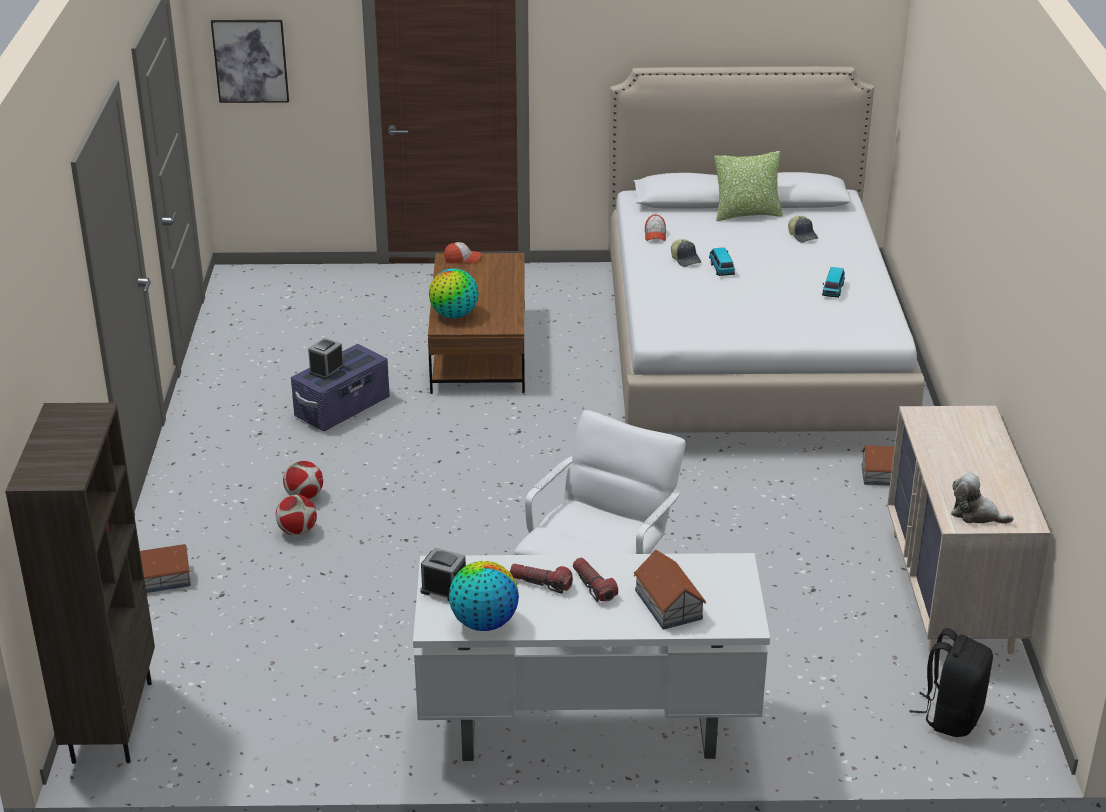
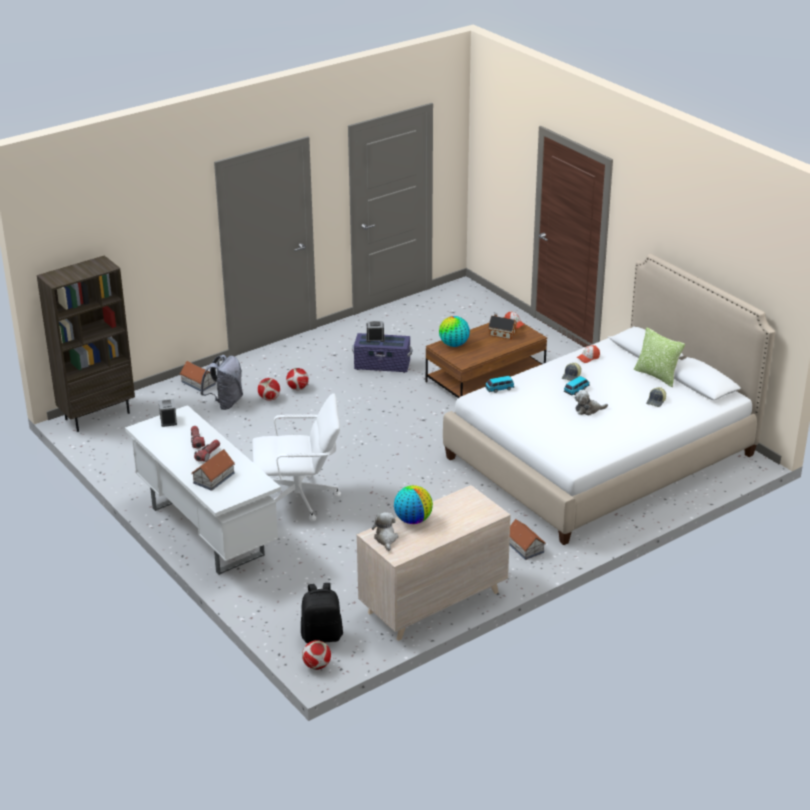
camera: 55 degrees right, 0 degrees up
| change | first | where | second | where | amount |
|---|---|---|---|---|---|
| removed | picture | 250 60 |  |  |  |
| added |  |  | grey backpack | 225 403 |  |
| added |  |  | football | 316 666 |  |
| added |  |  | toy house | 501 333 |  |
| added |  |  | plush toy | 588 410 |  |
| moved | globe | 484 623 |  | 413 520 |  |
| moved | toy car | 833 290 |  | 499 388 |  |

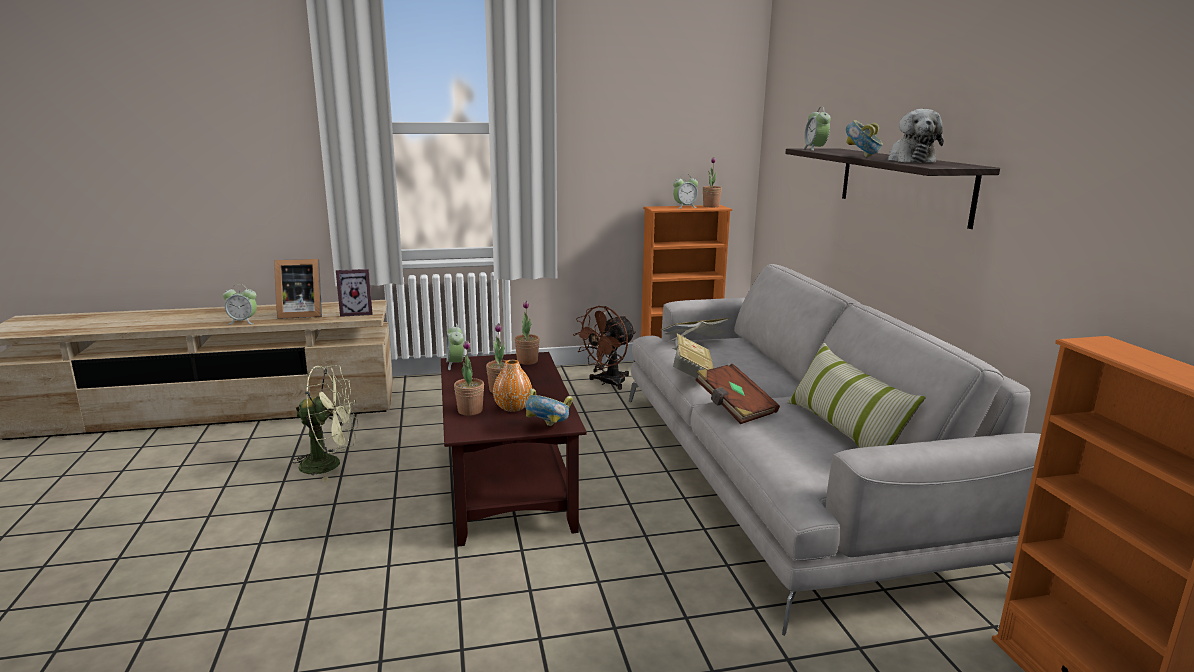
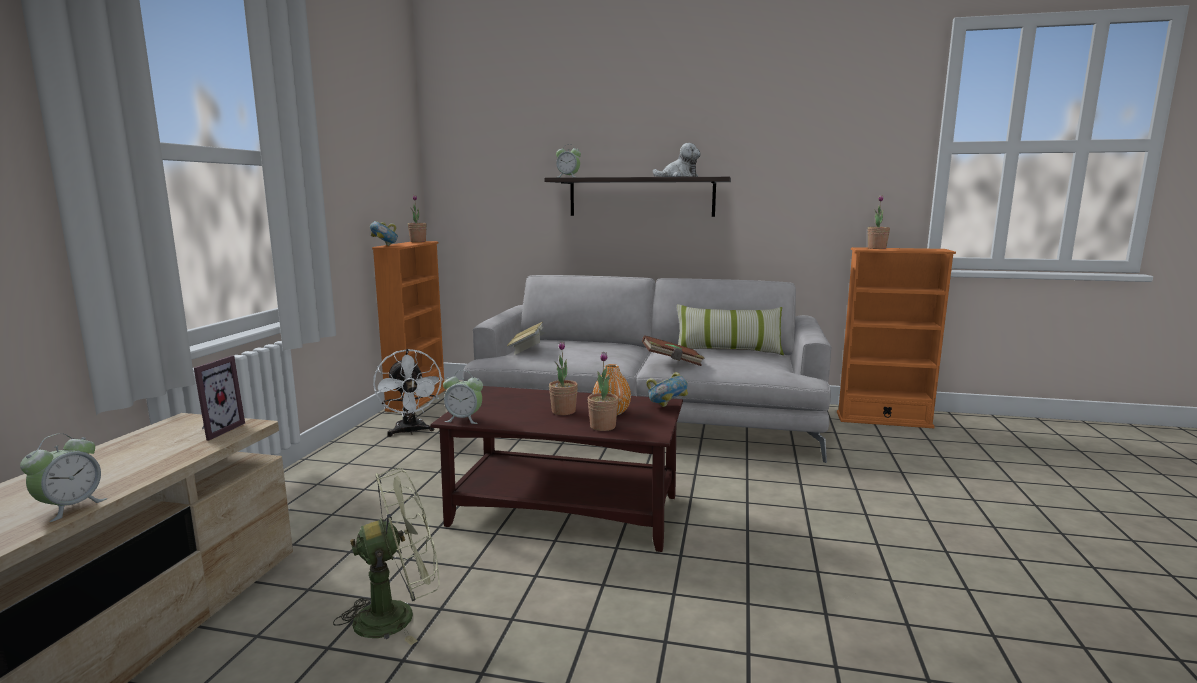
camera: 65 degrees left, 5 degrees down
| change | first | where | second | where | amount |
|---|---|---|---|---|---|
| removed | picture frame | 300 314 |  |  |  |
| removed | alarm clock | 684 207 |  |  |  |
| removed | book | 691 372 |  |  |  |
| moved | potted plant | 527 361 |  | 876 248 |  |
| moved | bowl | 862 157 |  | 385 246 |  |
| recoloured | brown fan | 607 383 | white fan | 410 432 |  |
| turned | green fan | 330 464 |  | 397 615 | 45 degrees clockwise |

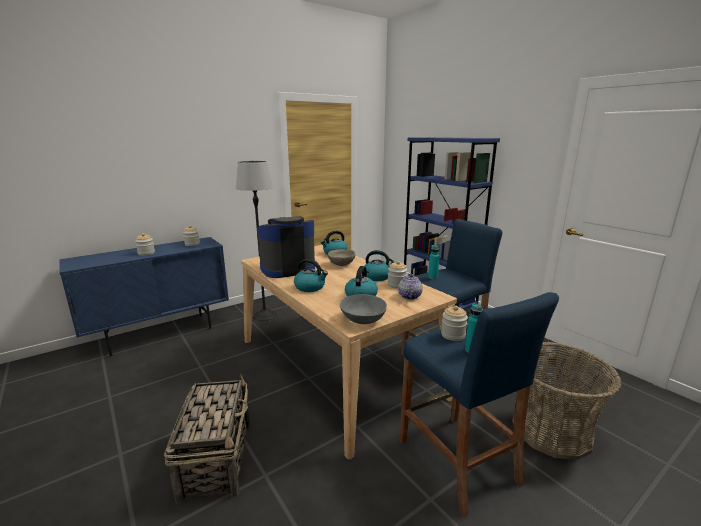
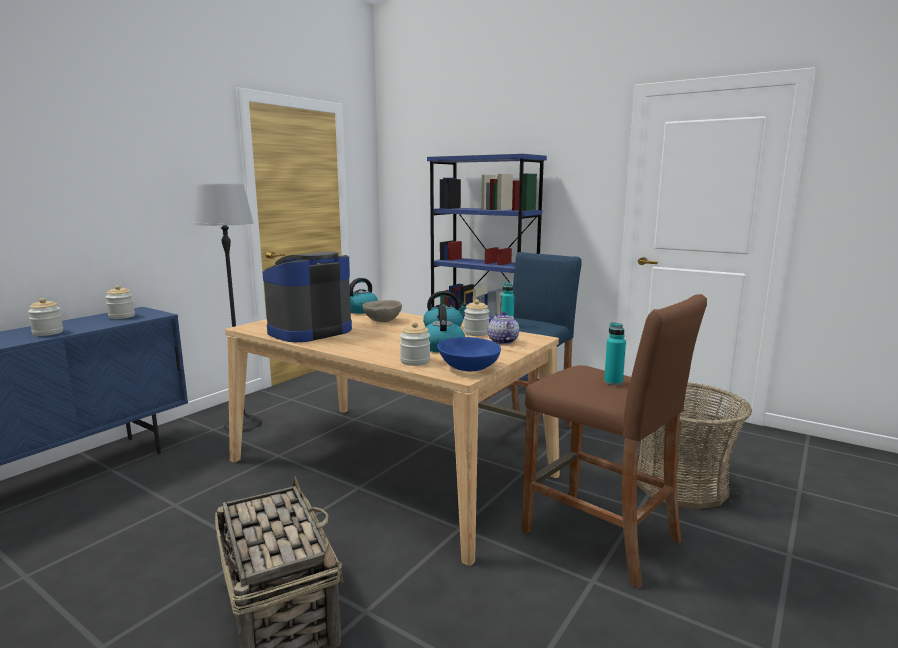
camera: 20 degrees left, 5 degrees down
| change | first | where | second | where | amount |
|---|---|---|---|---|---|
| removed | kettle | 310 287 |  |  |  |
| moved | jar | 453 335 |  | 415 361 |  |
| recoloured | grey bowl | 362 319 | blue bowl | 468 368 |  |
| recoloured | blue stool | 457 461 | brown stool | 599 536 |  |

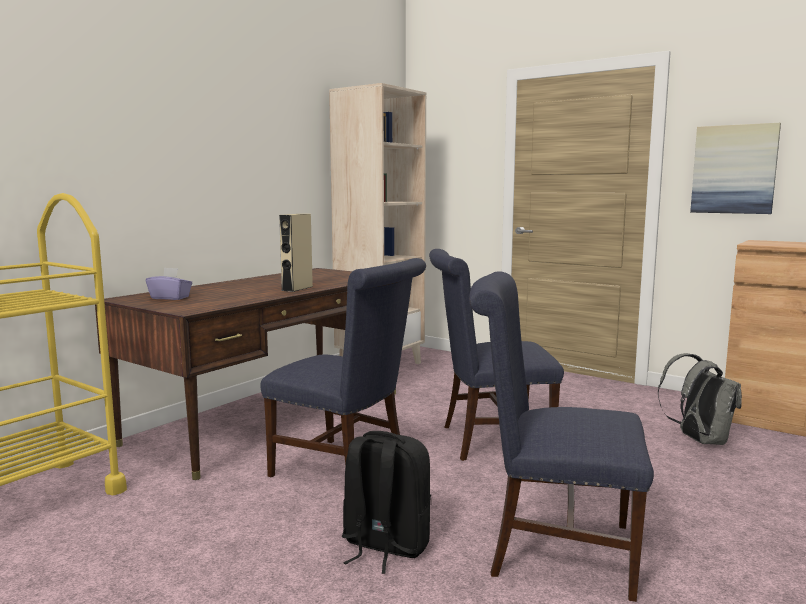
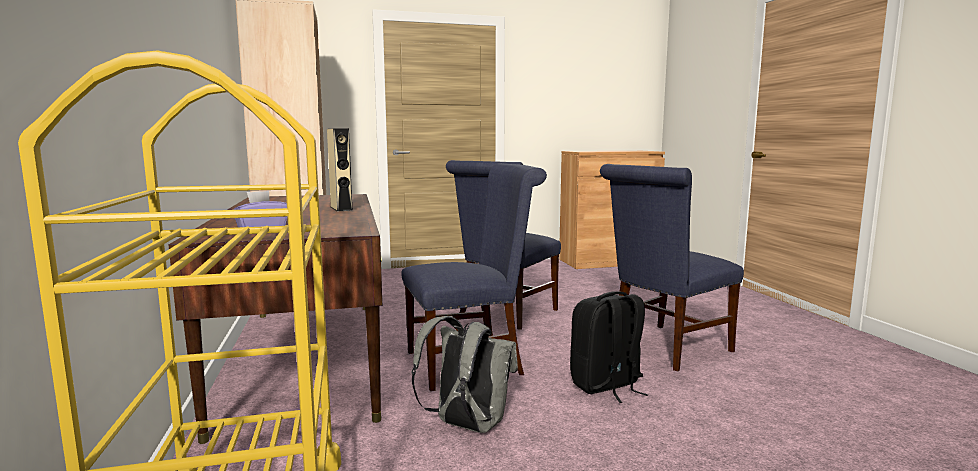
camera: 50 degrees left, 0 degrees up
| change | first | where | second | where | amount |
|---|---|---|---|---|---|
| removed | picture | 734 169 |  |  |  |
| moved | grey backpack | 698 440 |  | 466 426 |  |

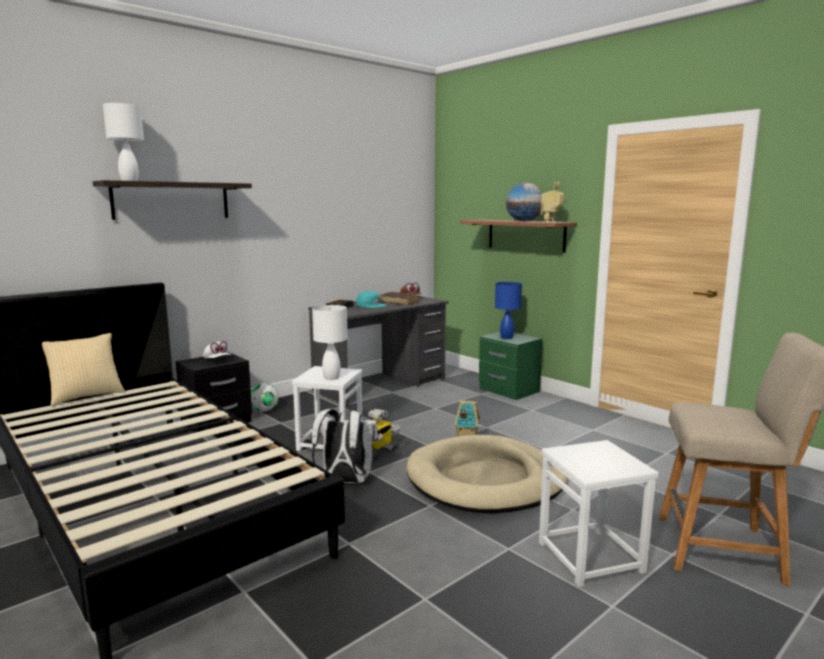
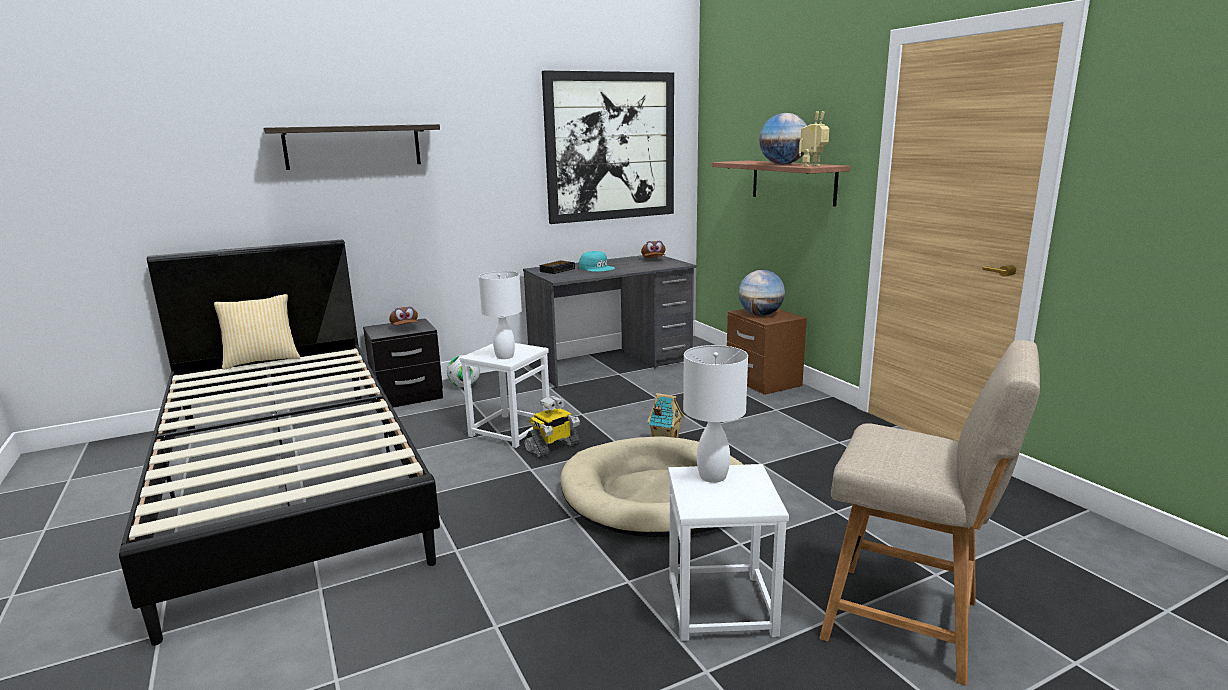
camera: 15 degrees right, 5 degrees up
| change | first | where | second | where | amount |
|---|---|---|---|---|---|
| removed | white backpack | 345 481 |  |  |  |
| removed | brown book | 400 302 |  |  |  |
| added |  |  | picture | 611 147 |  |
| moved | white table lamp | 129 181 |  | 712 476 |  |
| replaced | blue table lamp | 507 337 | globe | 760 315 |  |
| recoloured | white cap | 217 360 | brown cap | 405 328 |  |
| recoloured | green nightstand | 508 390 | brown nightstand | 762 381 |  |

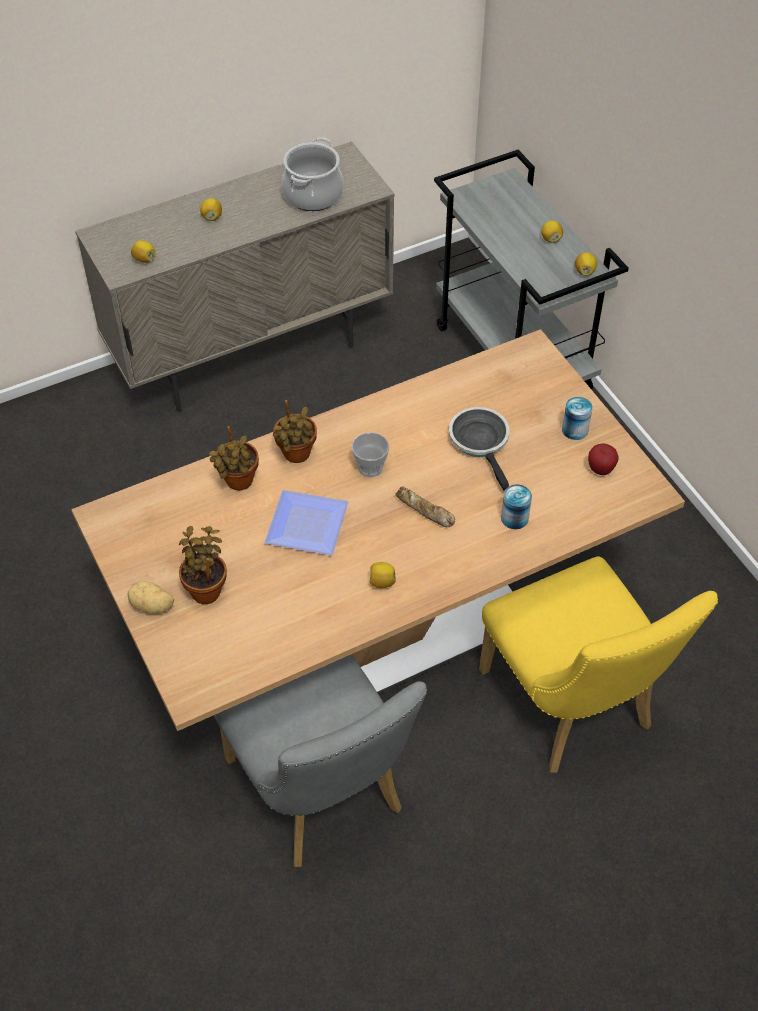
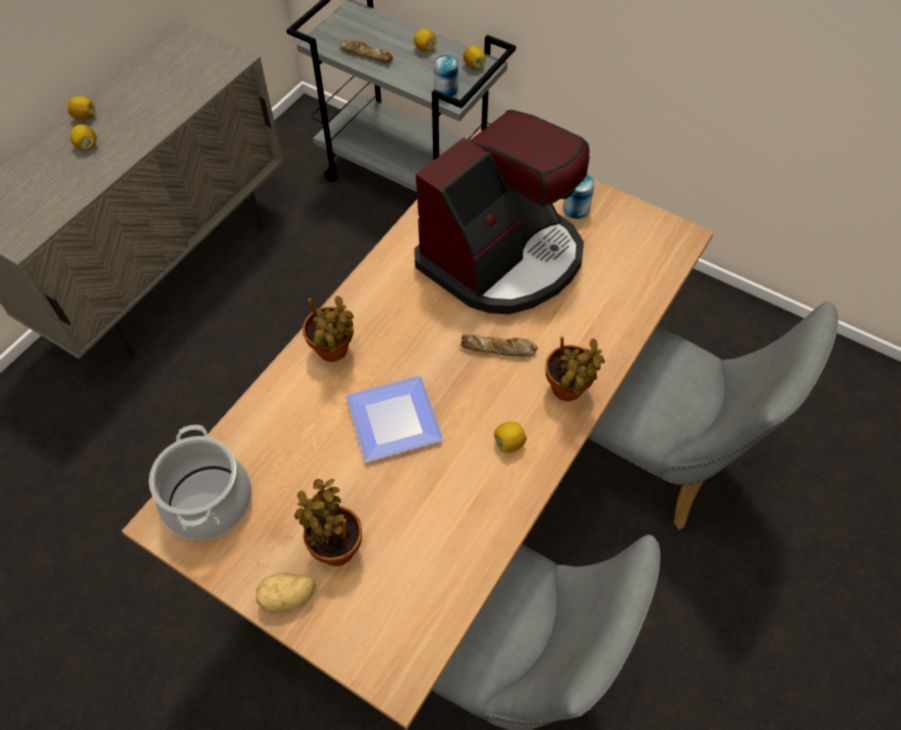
camera: 30 degrees left, 5 degrees up
| change | first | where | second | where | amount |
|---|---|---|---|---|---|
| removed | cup | 370 467 |  |  |  |
| removed | apple | 600 470 |  |  |  |
| added |  |  | bread | 366 54 |  |
| moved | lemon | 144 259 |  | 84 116 |  |
| moved | potted plant | 238 483 |  | 568 392 |  |
| moved | cooking pot | 312 194 |  | 207 501 |  |
| moved | can | 514 518 |  | 446 89 |  |
| replaced | frying pan | 481 443 | coffee machine | 503 258 |  |
| recoloured | yellow chair | 573 708 | grey chair | 657 461 |  |

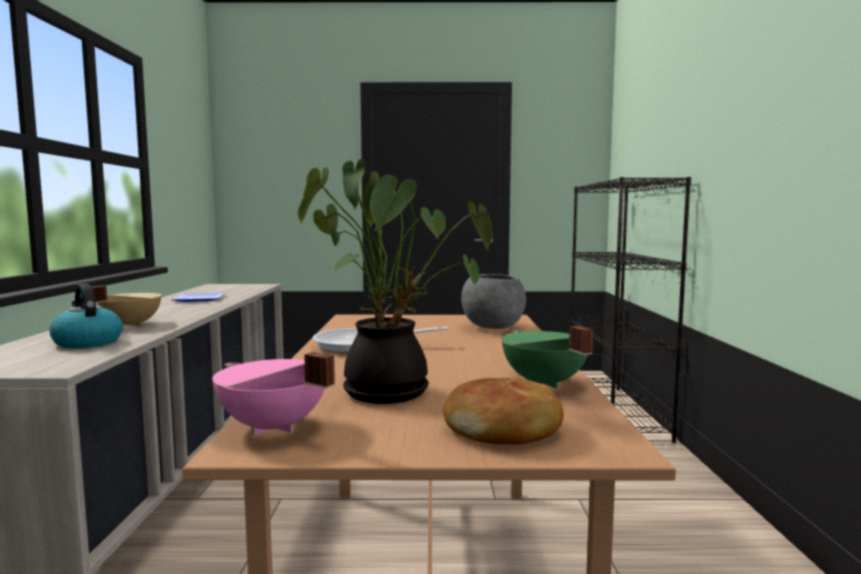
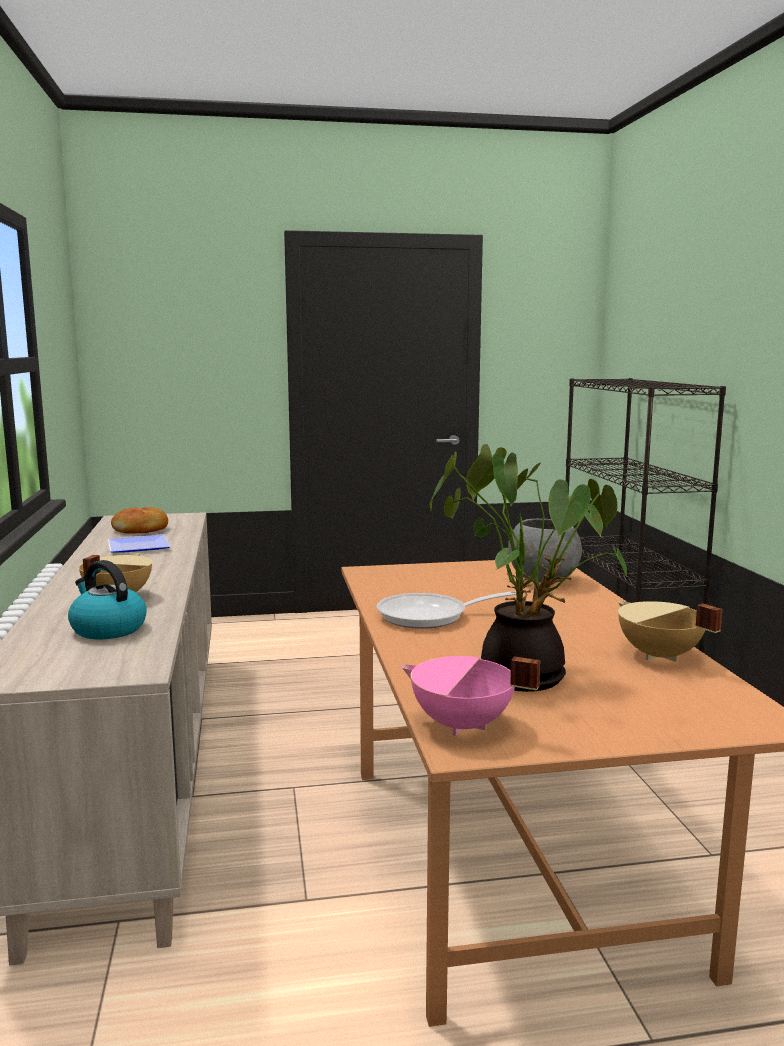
camera: 10 degrees left, 5 degrees up
| change | first | where | second | where | amount |
|---|---|---|---|---|---|
| moved | bread | 504 429 |  | 141 530 |  |
| recoloured | green cooking pot | 543 383 | beige cooking pot | 659 656 |  |

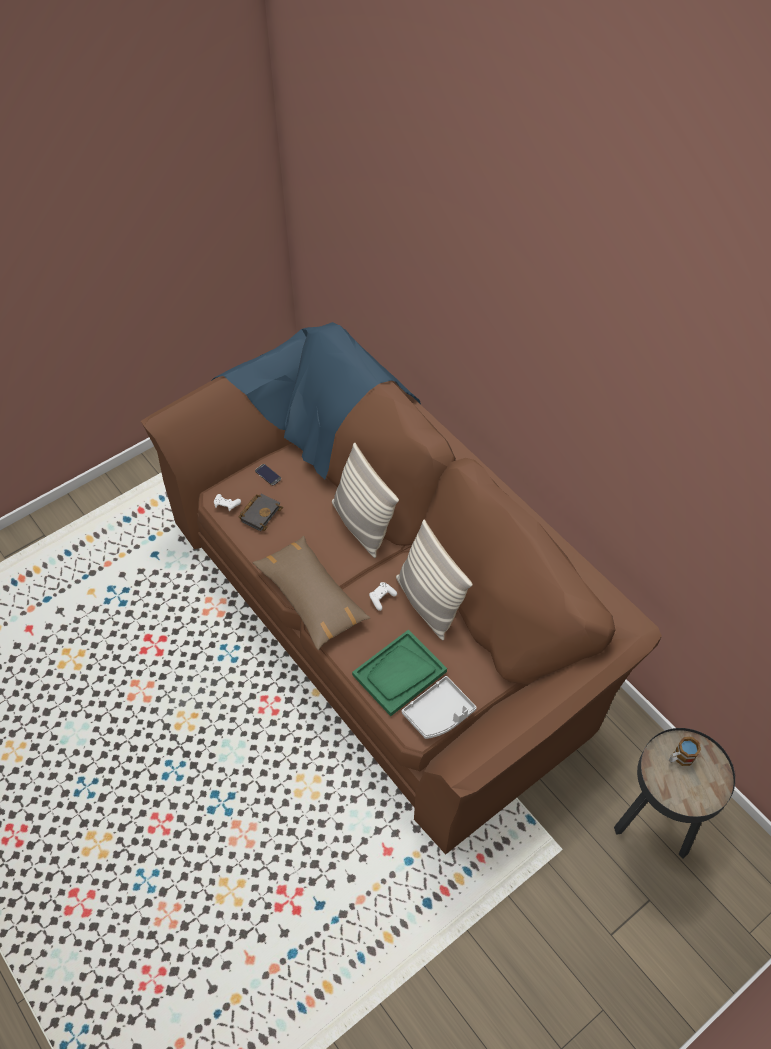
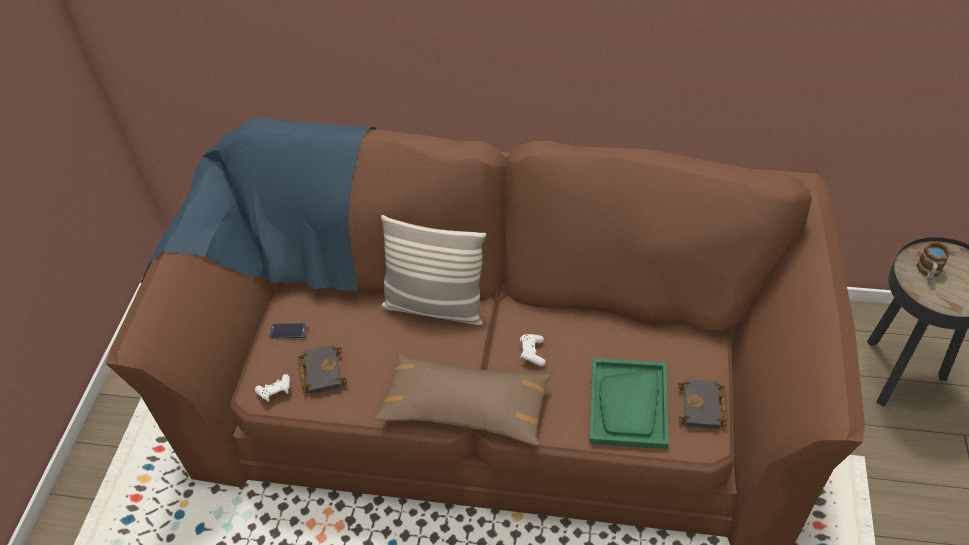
camera: 40 degrees left, 5 degrees down
| change | first | where | second | where | amount |
|---|---|---|---|---|---|
| removed | pillow | 428 603 |  |  |  |
| replaced | grey tray | 439 713 | black book | 703 408 |  |

